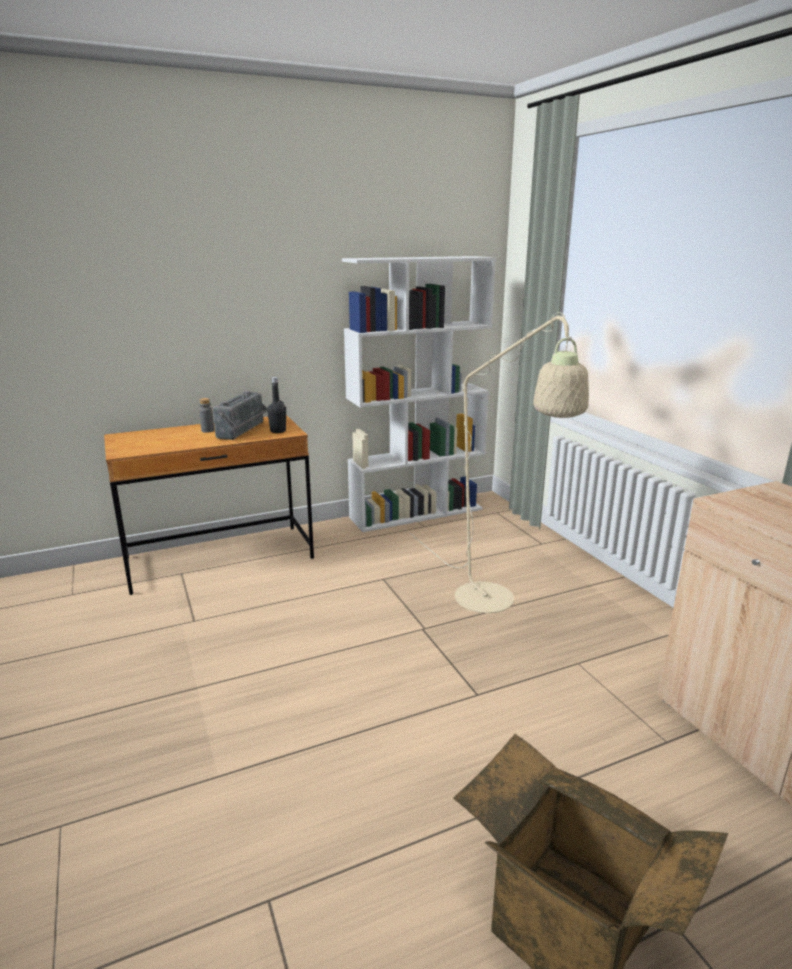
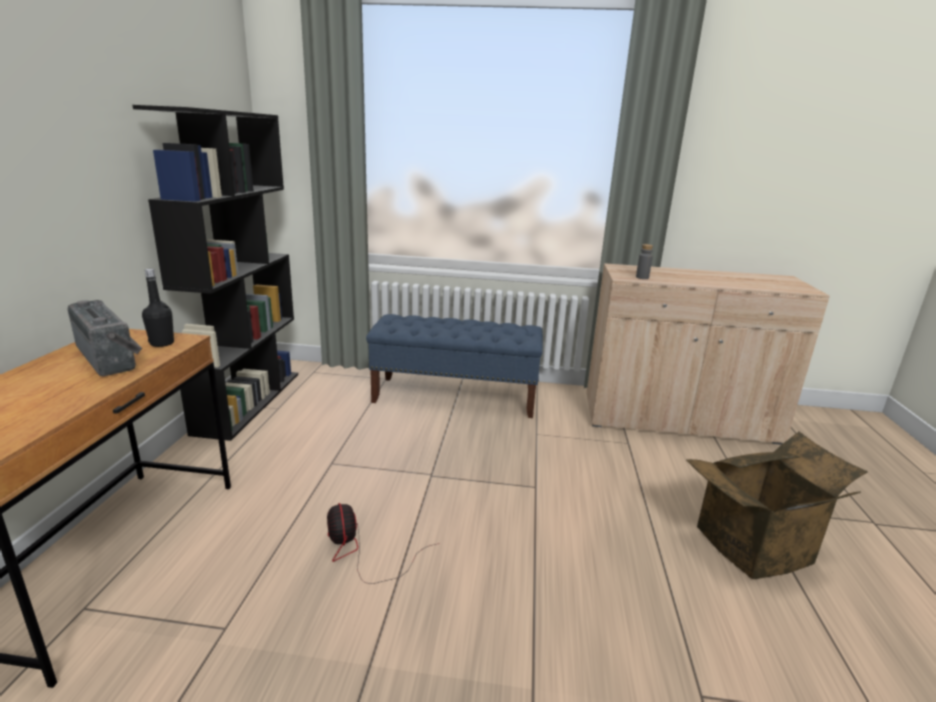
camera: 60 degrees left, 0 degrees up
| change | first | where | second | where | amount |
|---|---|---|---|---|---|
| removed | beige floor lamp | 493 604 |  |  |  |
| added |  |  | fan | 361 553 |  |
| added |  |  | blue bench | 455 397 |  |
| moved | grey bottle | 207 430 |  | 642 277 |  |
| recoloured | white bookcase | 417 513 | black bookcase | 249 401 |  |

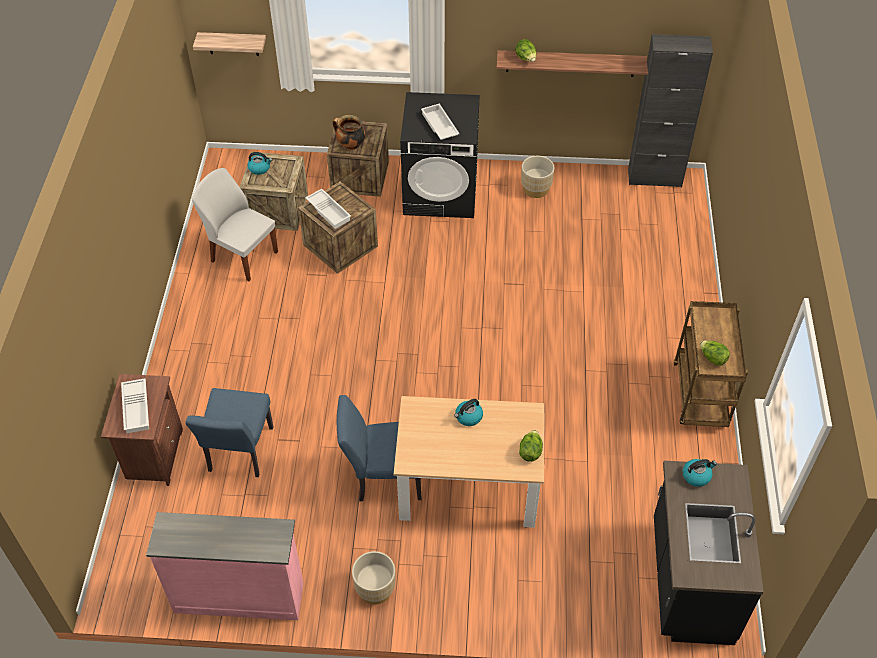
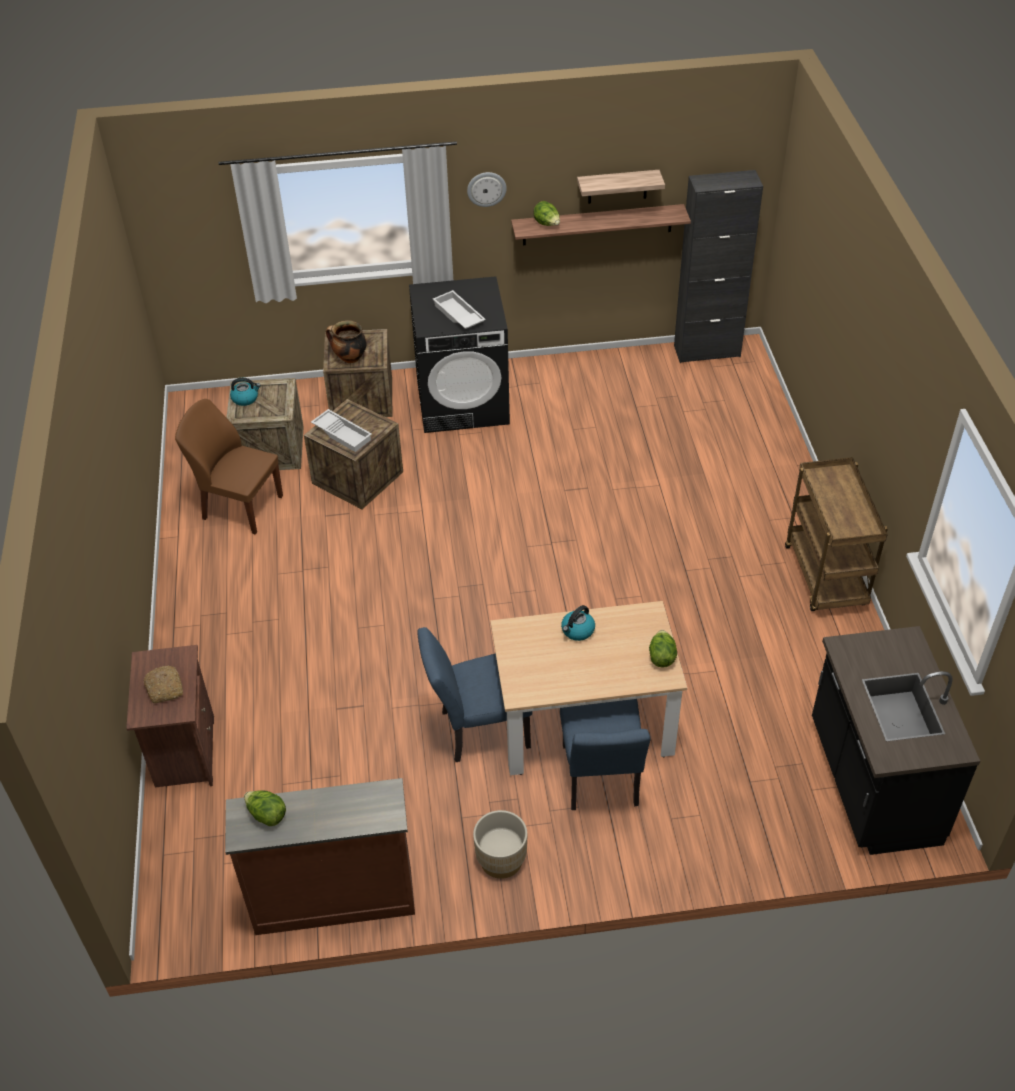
camera: 10 degrees left, 5 degrees down
| change | first | where | second | where | amount |
|---|---|---|---|---|---|
| removed | beige planter | 536 189 |  |  |  |
| removed | kettle | 696 476 |  |  |  |
| added |  |  | wall clock | 486 188 |  |
| moved | blue chair | 238 454 |  | 601 782 |  |
| moved | shelf | 233 44 |  | 617 186 |  |
| moved | lettuce | 712 358 |  | 266 815 |  |
| replaced | white tray | 137 408 | bread | 165 688 |  |
| recoloured | pink dresser | 238 596 | brown dresser | 333 899 |  |
| recoloured | white chair | 243 256 | brown chair | 240 507 |  |

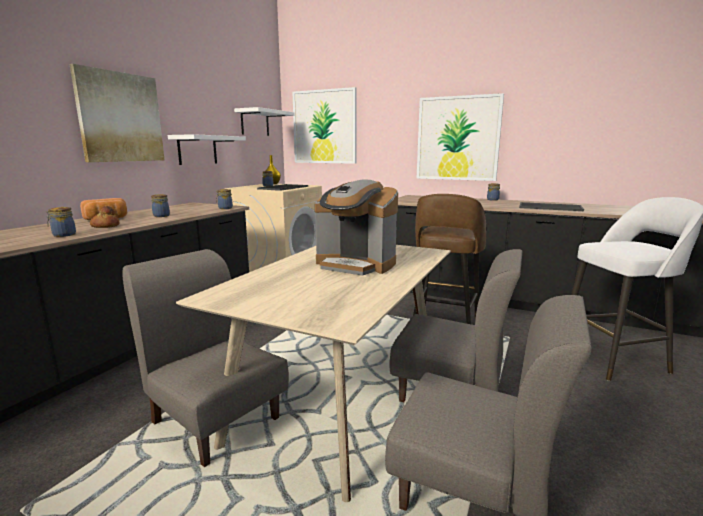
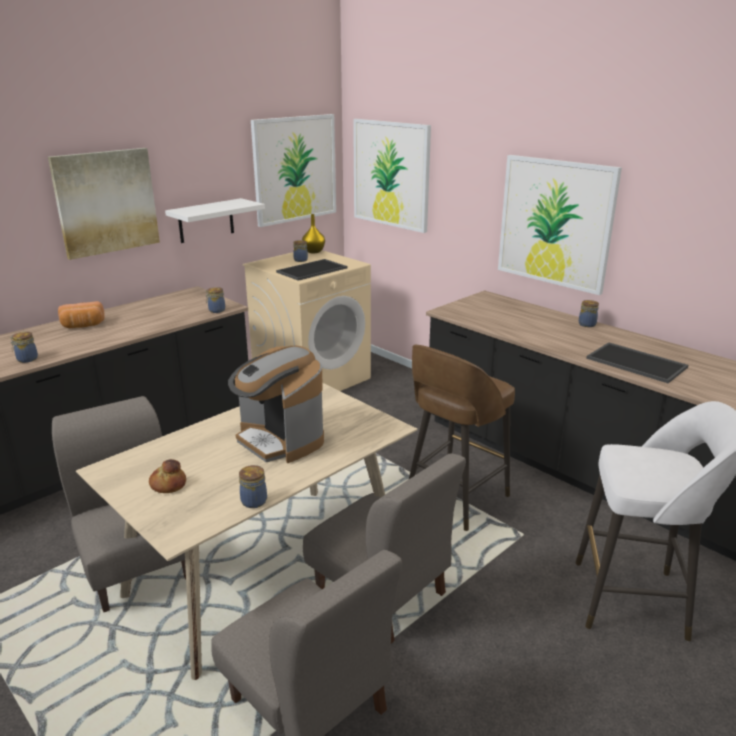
camera: 20 degrees right, 10 degrees up
| change | first | where | second | where | amount |
|---|---|---|---|---|---|
| moved | bread | 105 226 |  | 167 485 |  |
| moved | jar | 161 216 |  | 254 500 |  |
| replaced | white shelf | 255 123 | picture | 295 169 |  |

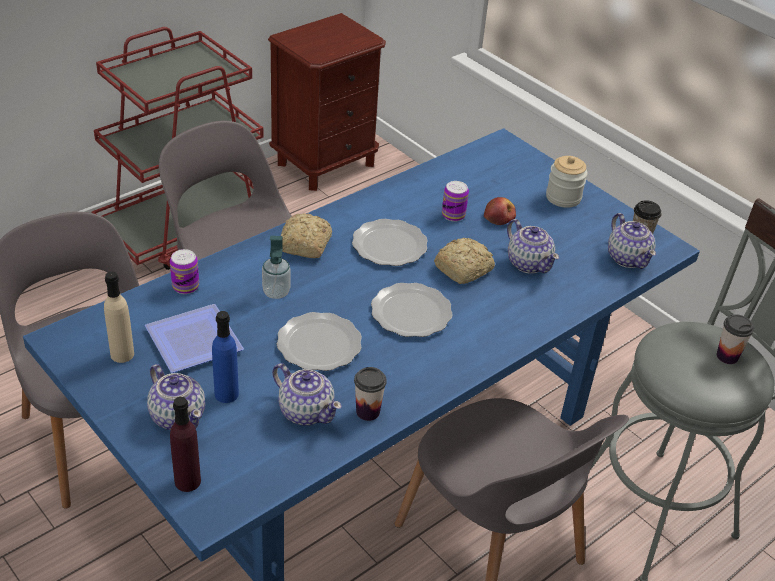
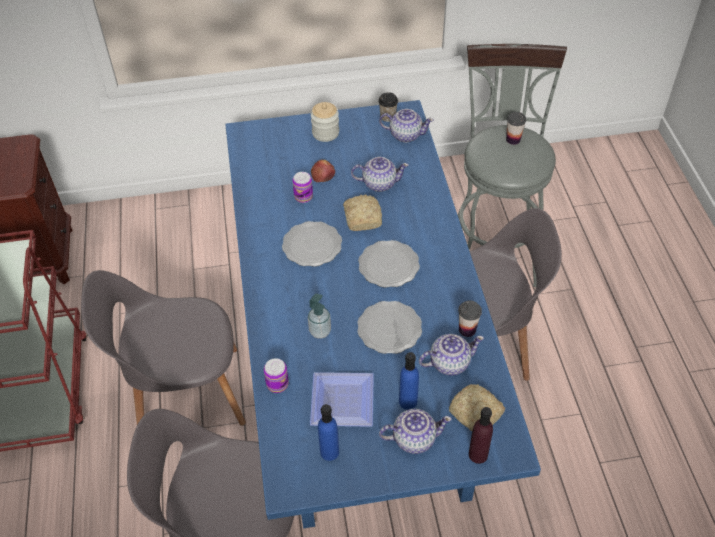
camera: 55 degrees left, 10 degrees up
| change | first | where | second | where | amount |
|---|---|---|---|---|---|
| moved | bread | 304 245 |  | 476 414 |  |
| recoloured | beige bottle | 122 354 | blue bottle | 329 452 |  |

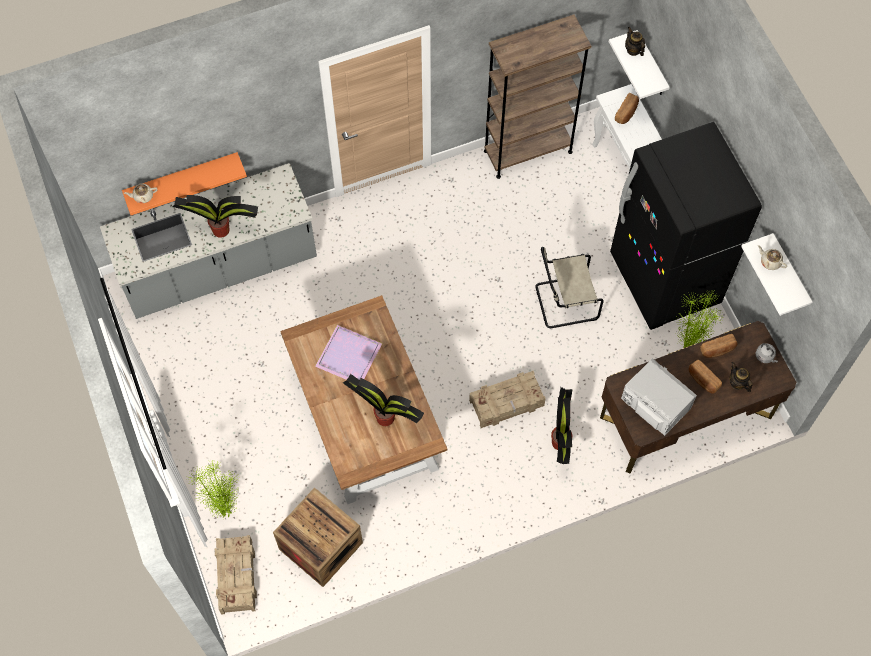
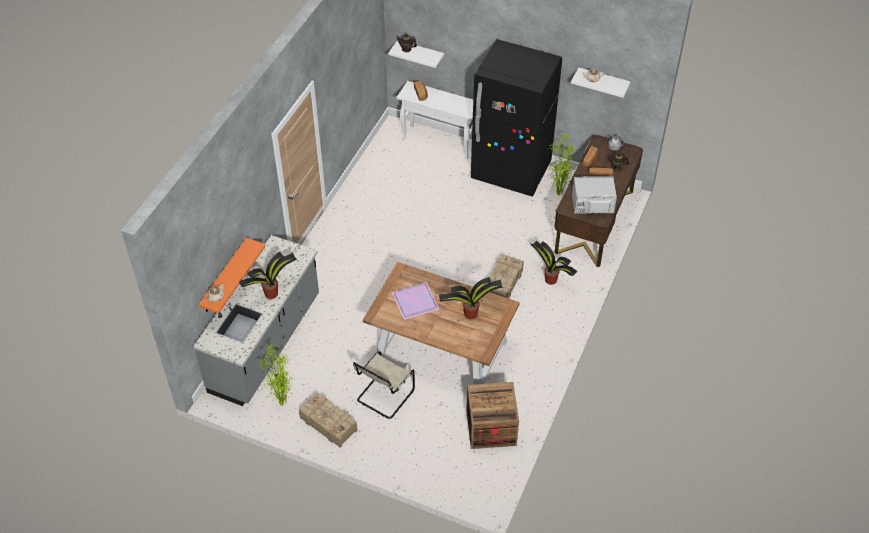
camera: 45 degrees left, 15 degrees down
| change | first | where | second | where | amount |
|---|---|---|---|---|---|
| removed | brown bookcase | 528 151 |  |  |  |
| moved | potted plant | 226 511 |  | 281 402 |  |
| moved | crate | 237 576 |  | 328 424 |  |
| moved | beige chair | 563 302 |  | 384 396 |  |

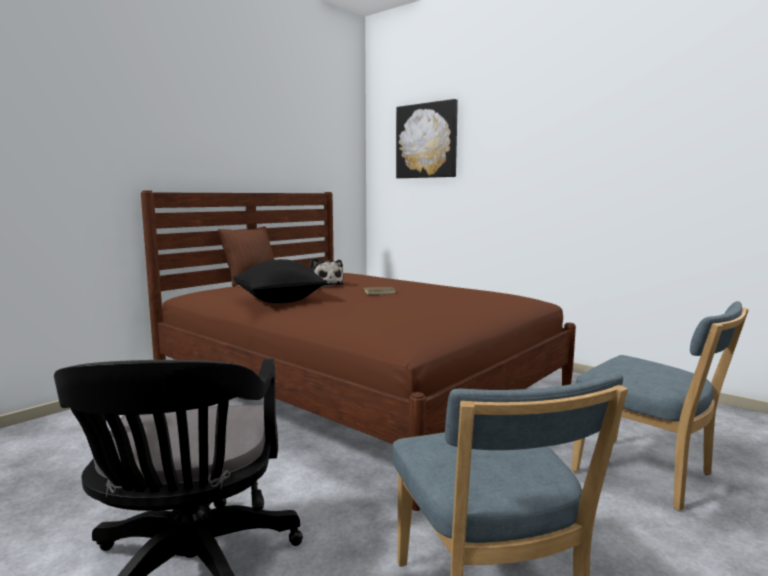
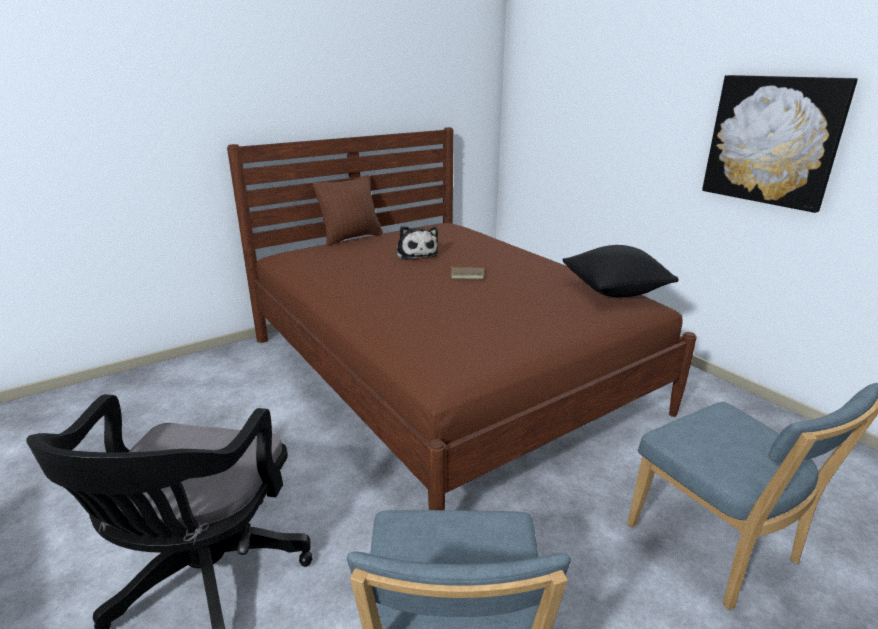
camera: 15 degrees right, 15 degrees up
| change | first | where | second | where | amount |
|---|---|---|---|---|---|
| moved | black pillow | 279 301 |  | 614 291 |  |
| moved | picture | 426 141 |  | 772 141 |  |

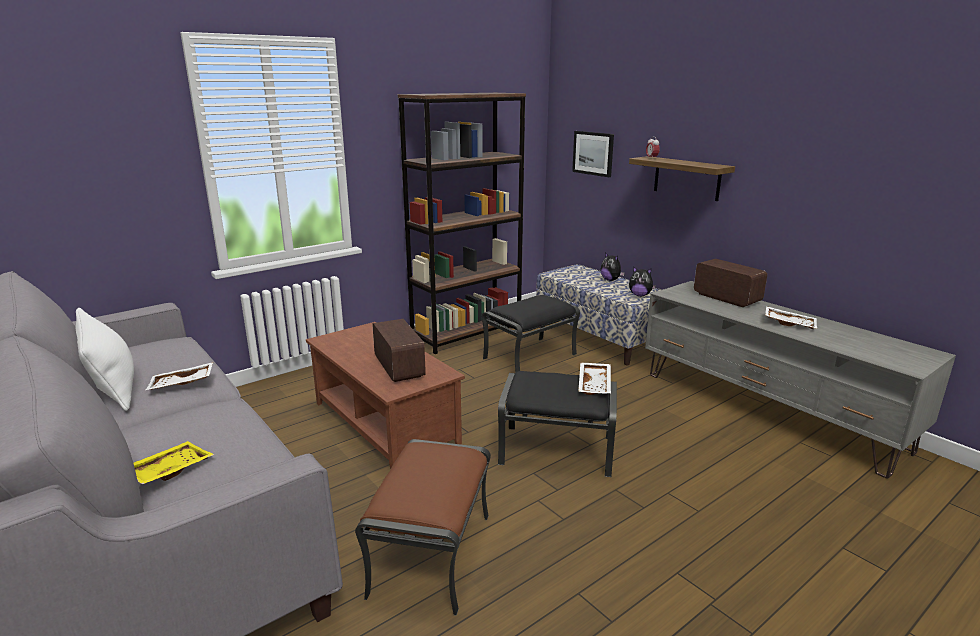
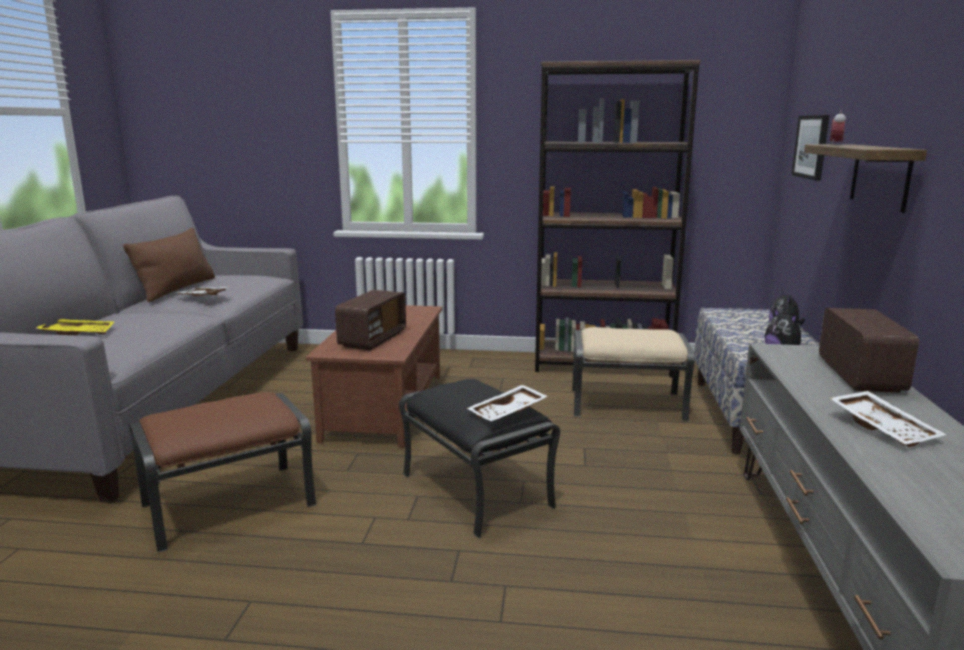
camera: 45 degrees right, 5 degrees down
| change | first | where | second | where | amount |
|---|---|---|---|---|---|
| recoloured | white pillow | 111 385 | brown pillow | 177 289 |  |
| recoloured | black ottoman | 530 357 | beige ottoman | 626 405 |  |

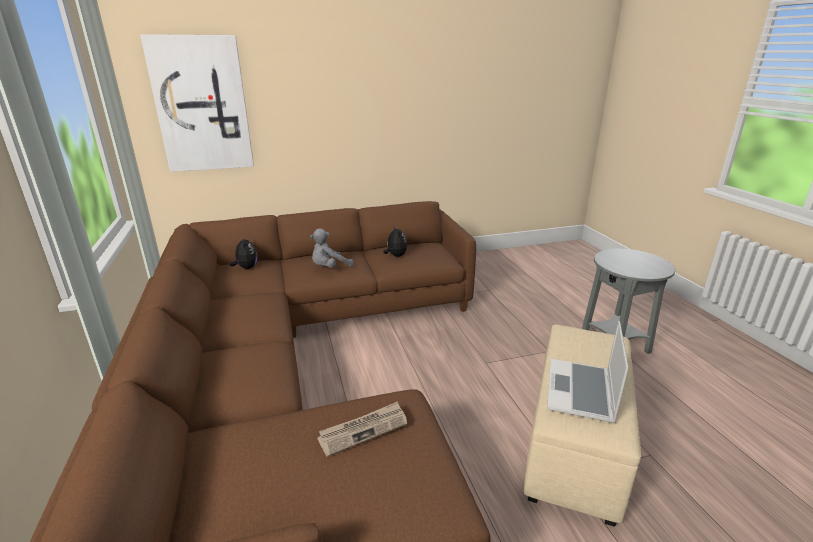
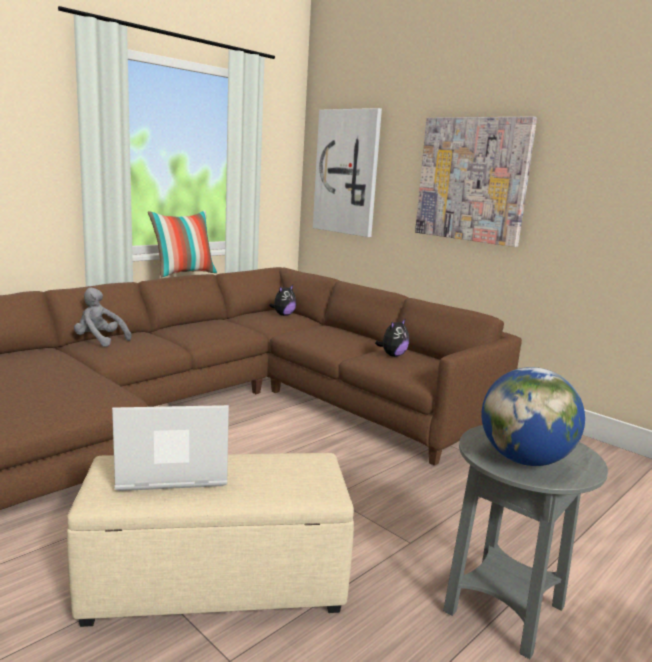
camera: 60 degrees right, 10 degrees down
| change | first | where | second | where | amount |
|---|---|---|---|---|---|
| removed | newspaper | 363 430 |  |  |  |
| added |  |  | pillow | 184 274 |  |
| added |  |  | picture | 472 180 |  |
| added |  |  | globe | 524 460 |  |
| moved | grey plush toy | 330 268 |  | 99 340 |  |

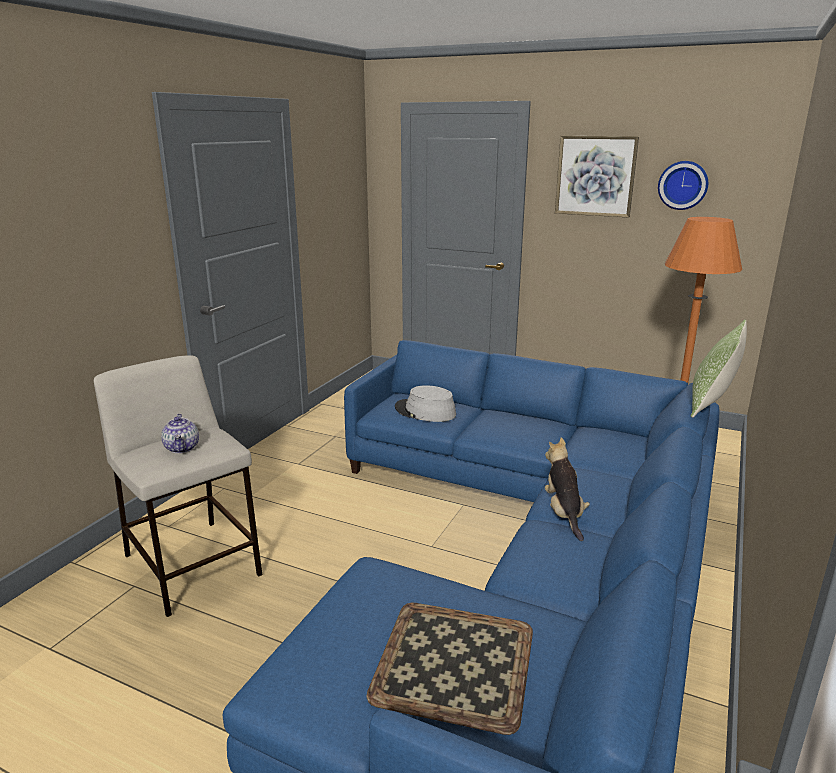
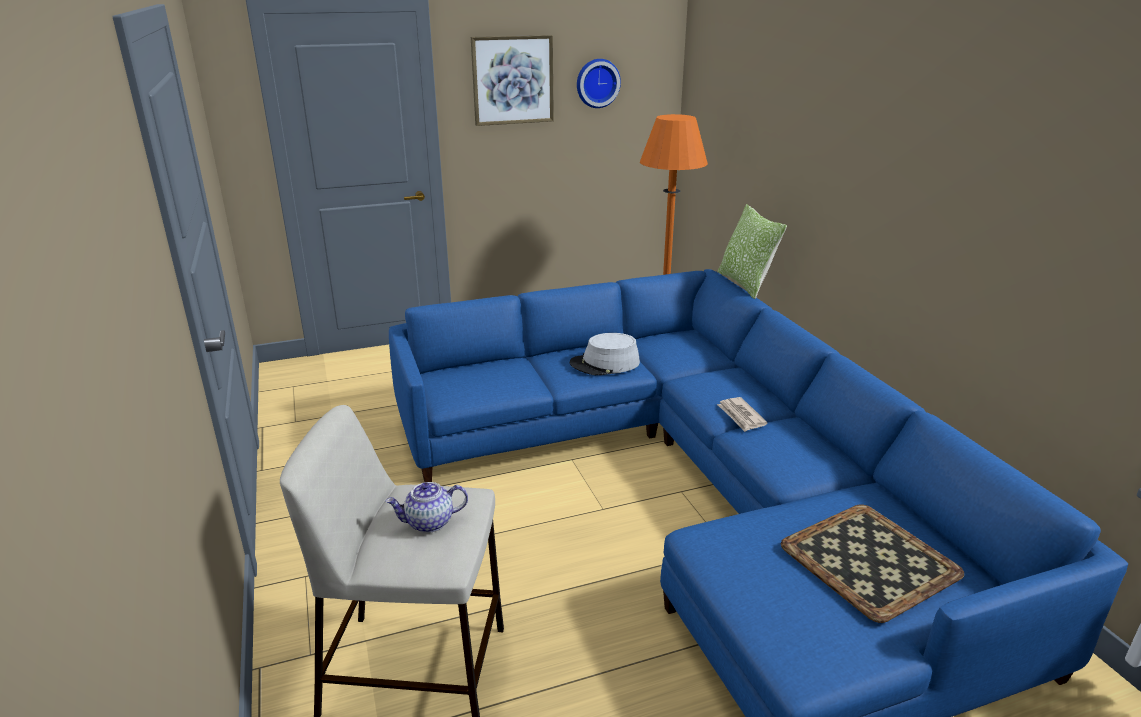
camera: 45 degrees left, 5 degrees up
| change | first | where | second | where | amount |
|---|---|---|---|---|---|
| moved | grey hat | 425 411 |  | 605 364 |  |
| replaced | plush toy | 563 513 | newspaper | 741 416 |  |
| turned | teapot | 182 448 |  | 429 522 | 135 degrees clockwise |

